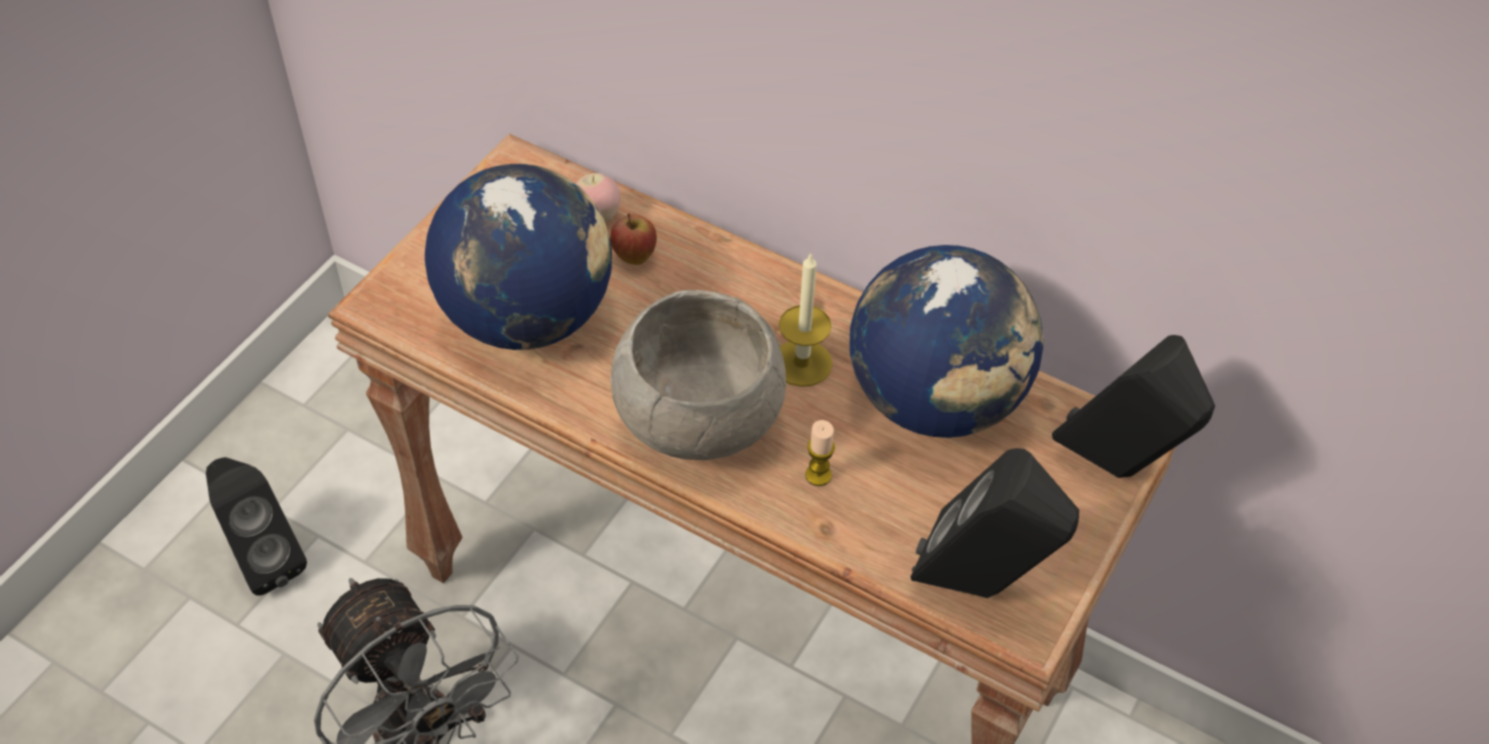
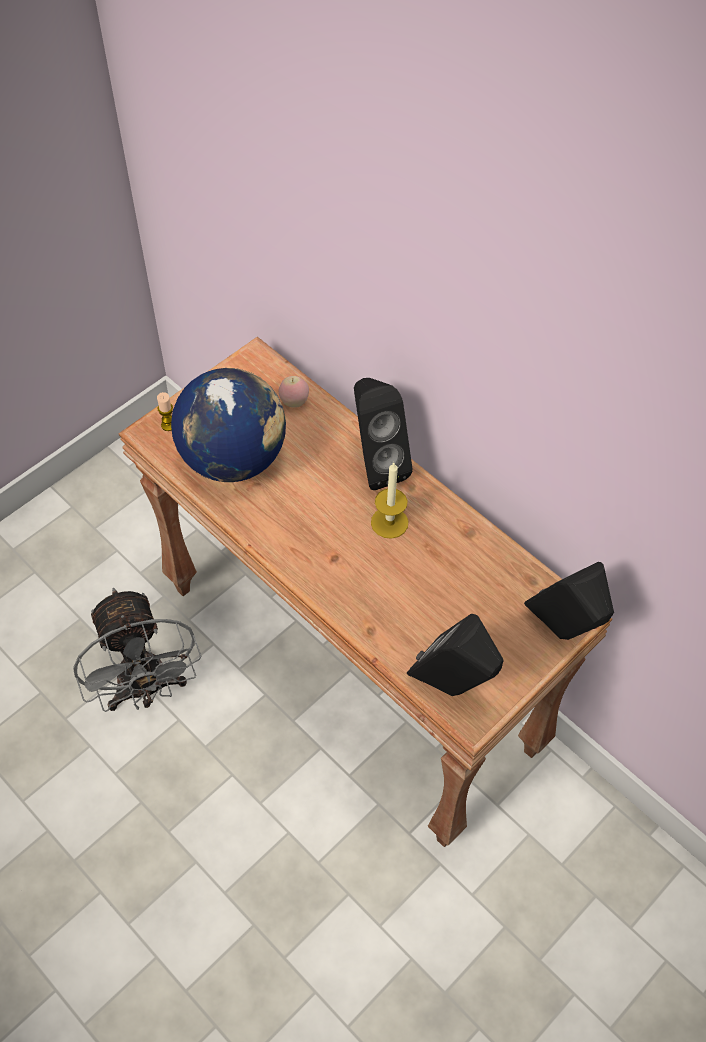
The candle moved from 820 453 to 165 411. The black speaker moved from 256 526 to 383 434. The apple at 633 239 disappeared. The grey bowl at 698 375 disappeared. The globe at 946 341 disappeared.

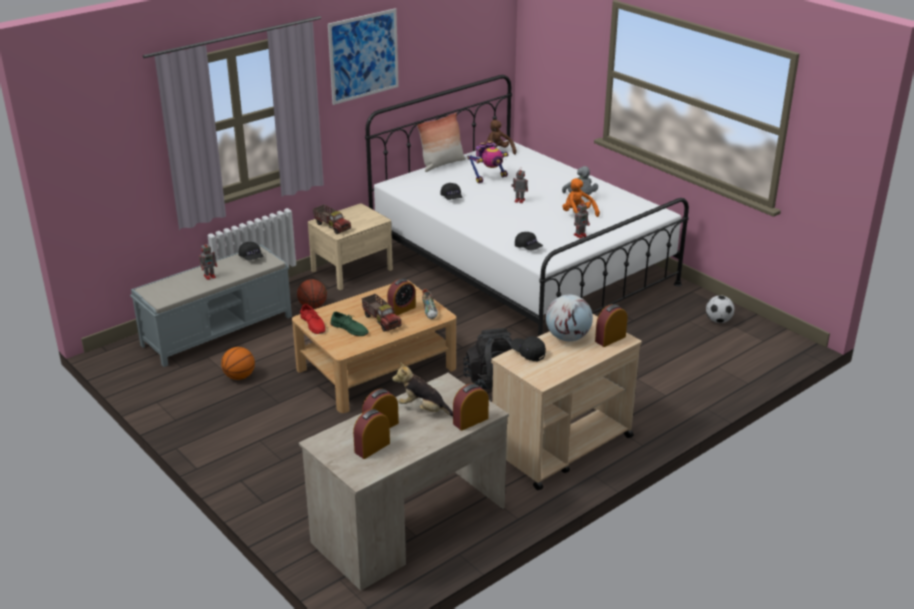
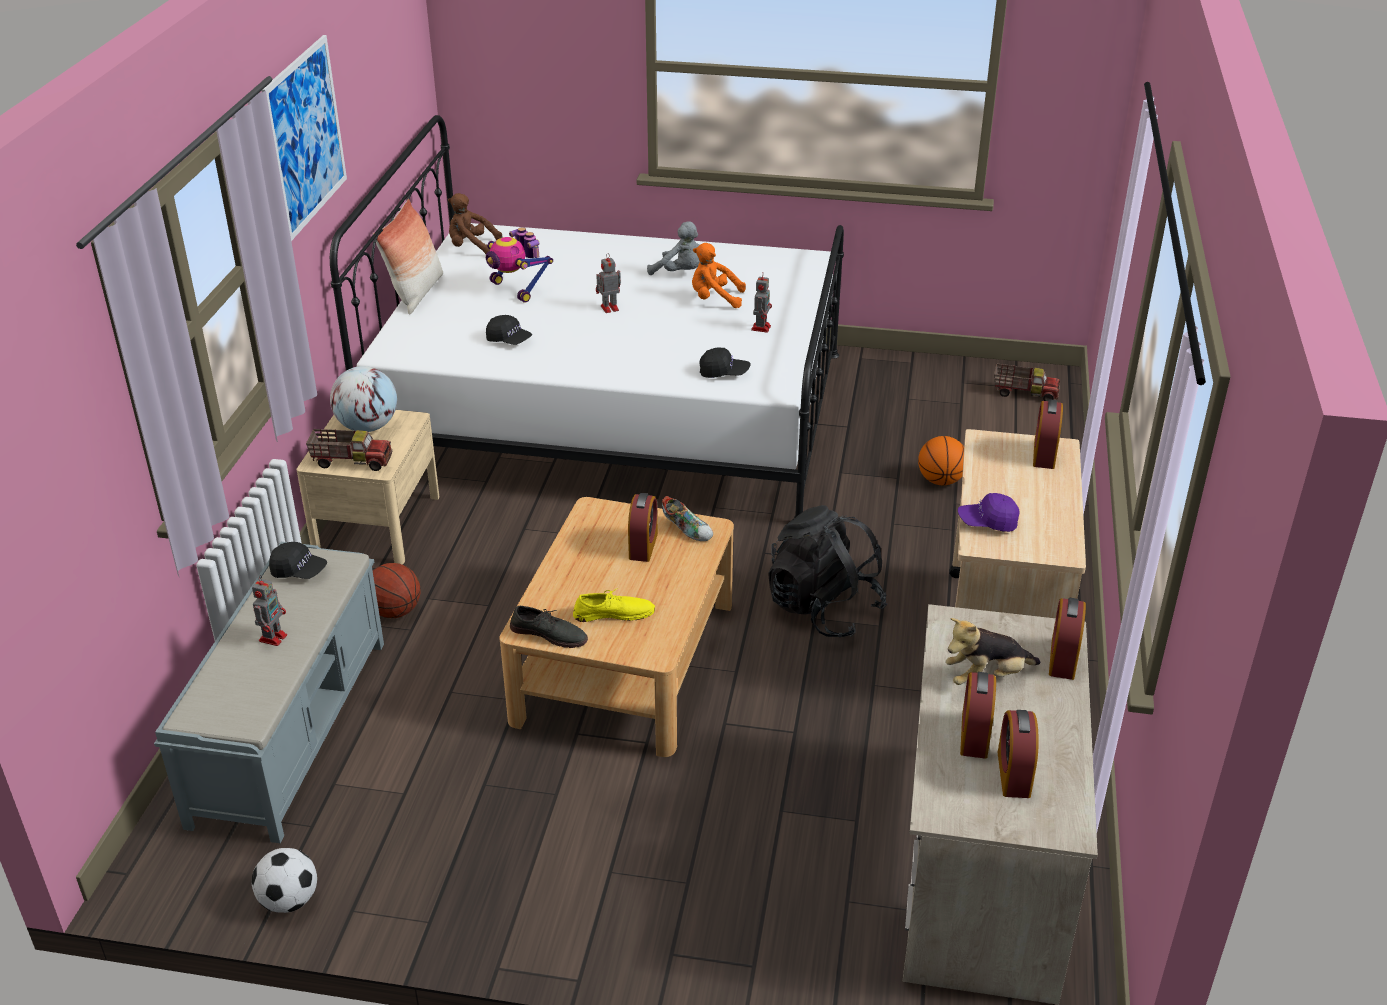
The football moved from 720 309 to 284 880. The globe moved from 569 318 to 363 399. The toy robot at 488 162 turned 120 degrees clockwise. The red shoe at 312 319 became the grey shoe at 549 627. The green shoe at 349 324 became the yellow shoe at 614 605. The basketball moved from 238 363 to 941 460. The black cap at 528 348 became the purple cap at 989 512. The toy truck moved from 381 313 to 1027 382.

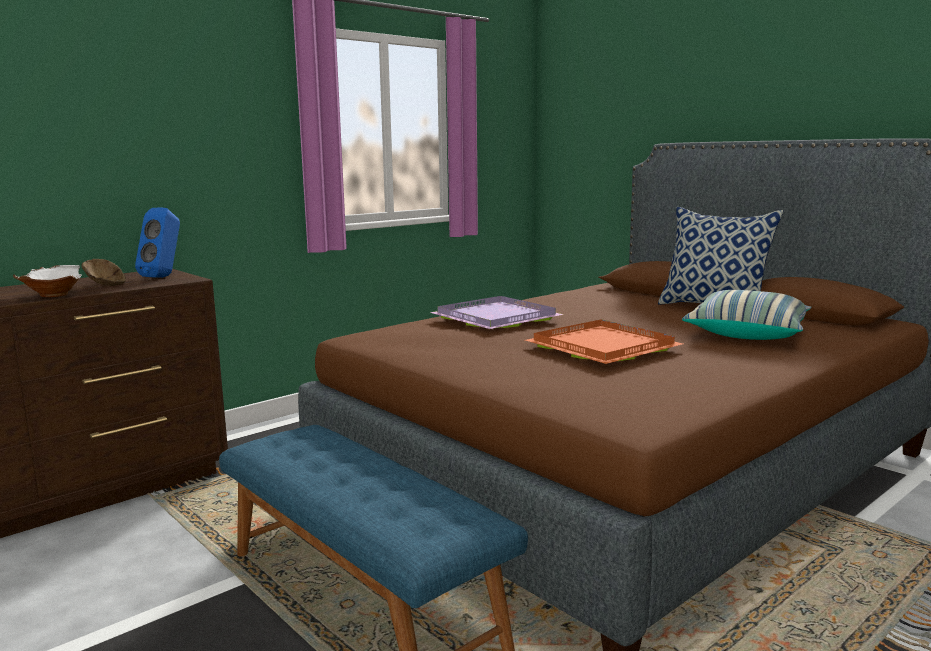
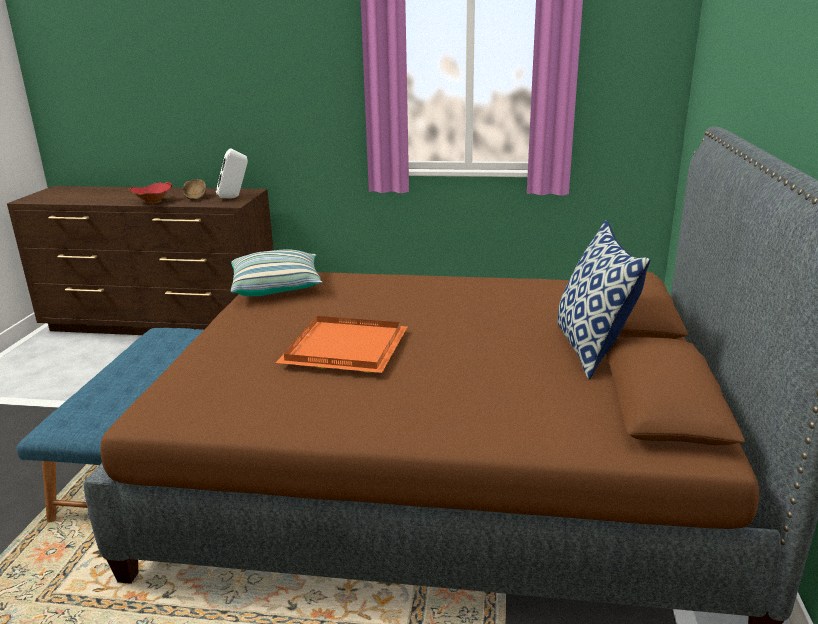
The white bowl at 47 281 became the red bowl at 150 193. The blue speaker at 157 242 became the white speaker at 232 173. The pillow moved from 747 315 to 276 272. The purple tray at 497 312 disappeared.

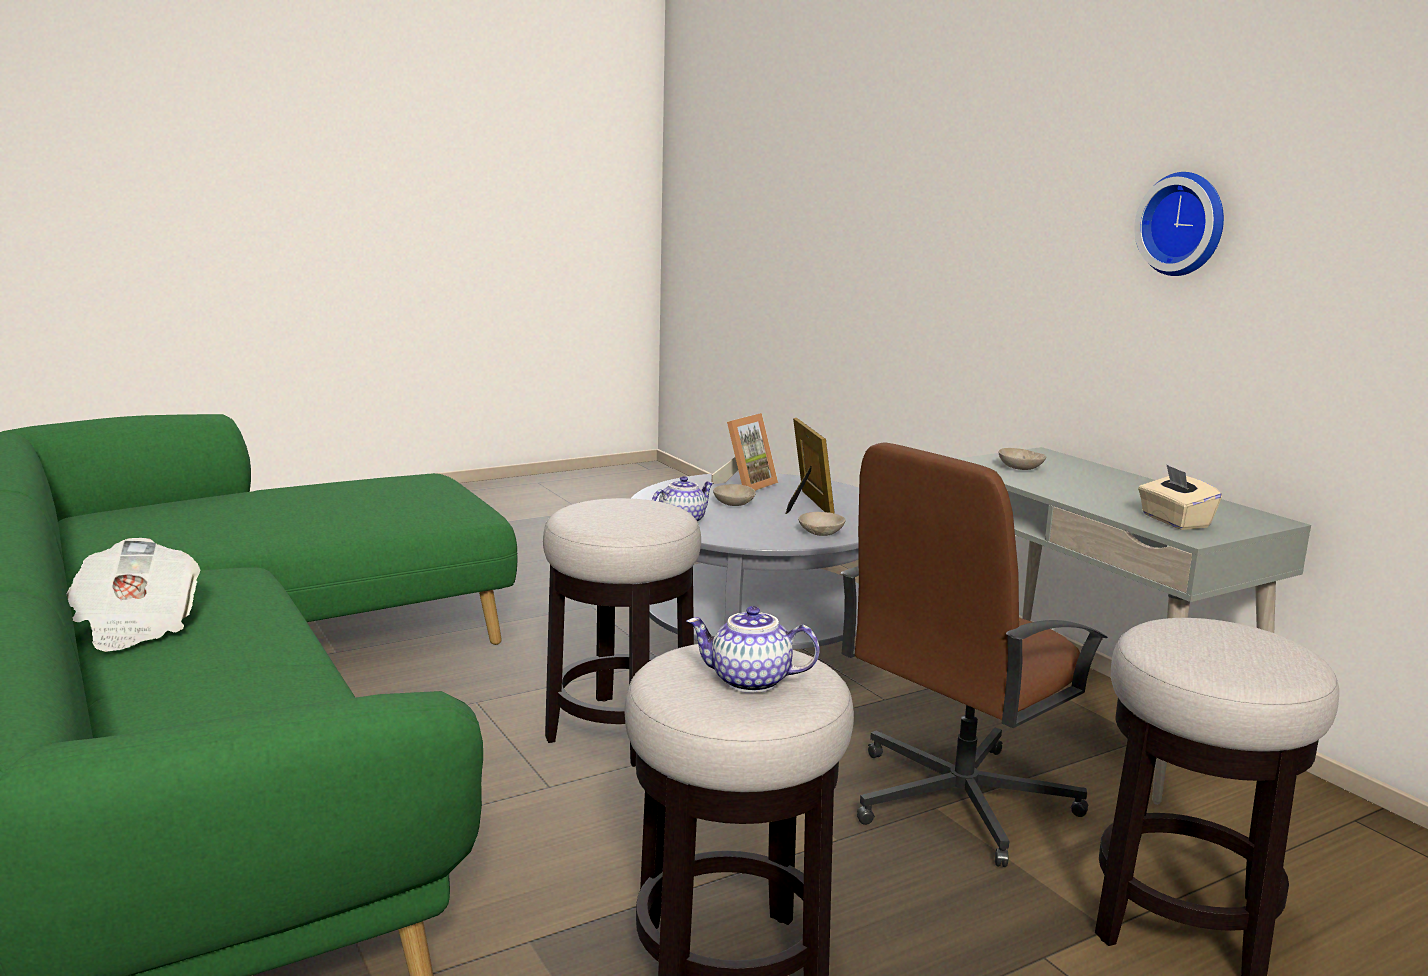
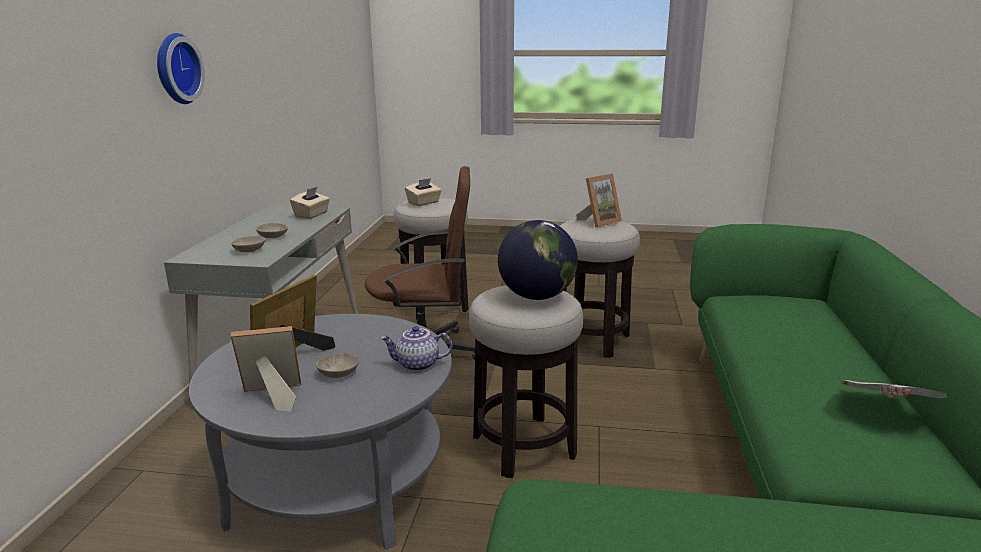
The beige bowl moved from 822 524 to 272 230. The beige tissue box at 423 192 appeared. The globe at 538 260 appeared. The teapot at 753 649 was replaced by the picture frame at 599 200.

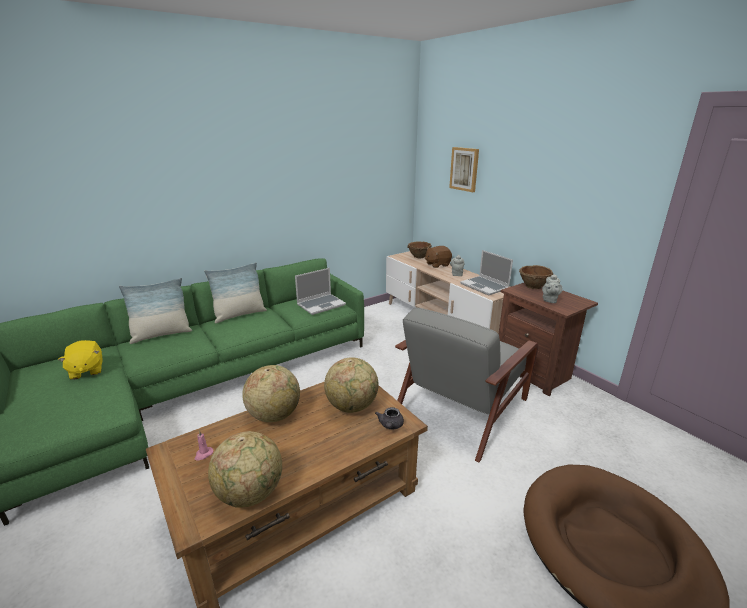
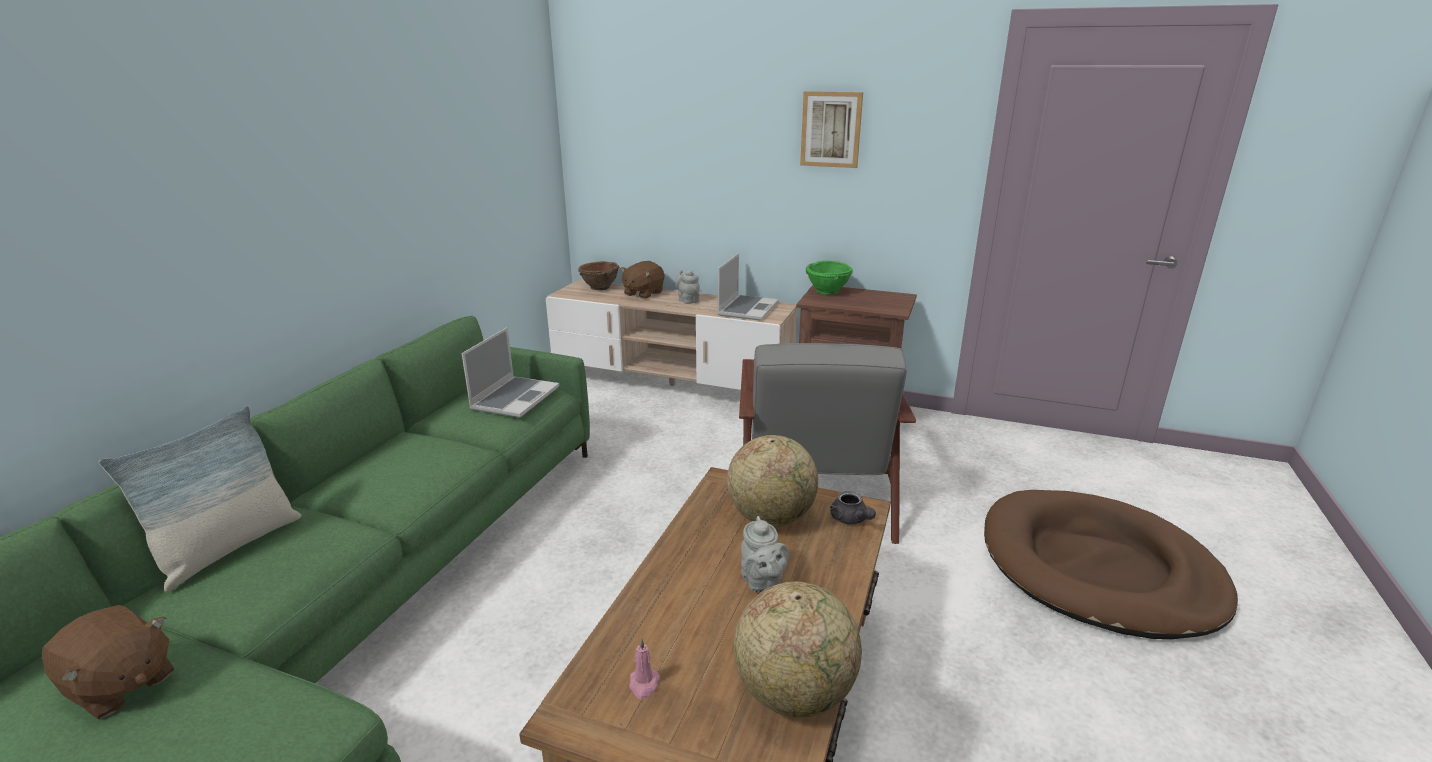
The yellow plush toy at 80 360 became the brown plush toy at 108 662. The laptop at 486 273 turned 90 degrees counterclockwise. The grey teapot moved from 552 288 to 765 554. The picture moved from 464 169 to 831 129. The brown bowl at 536 277 became the green bowl at 829 278. The pillow at 235 292 disappeared. The globe at 271 393 disappeared.

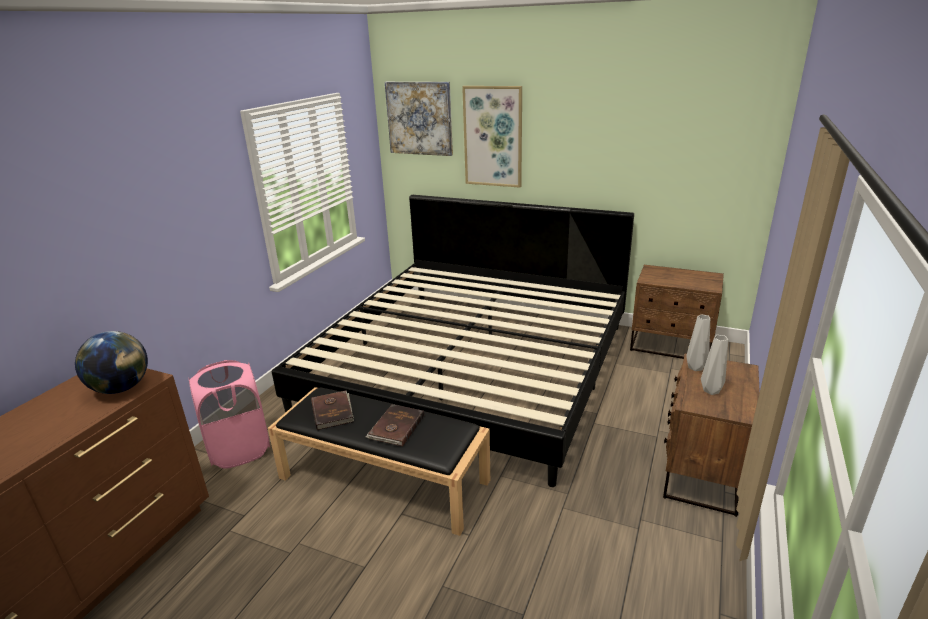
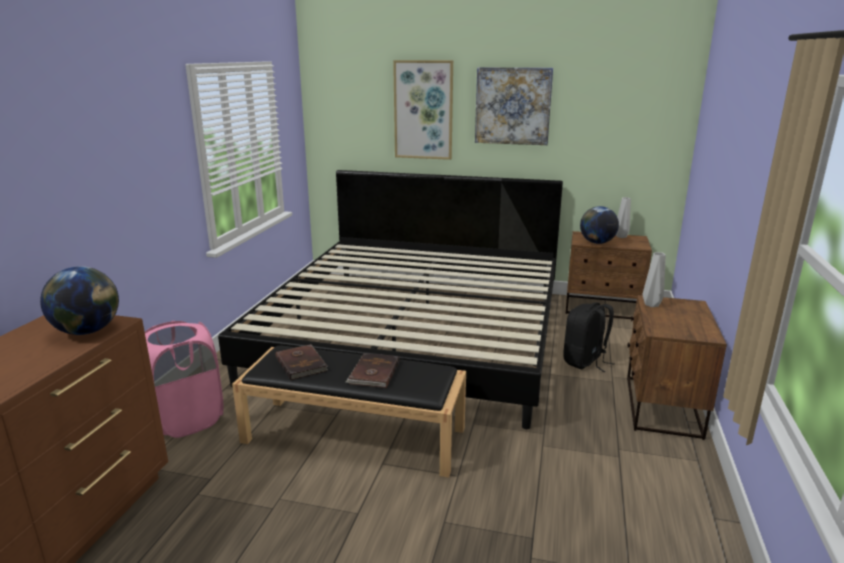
The picture moved from 419 119 to 514 106. The black backpack at 588 337 appeared. The globe at 599 225 appeared. The grey vase moved from 714 365 to 623 217.

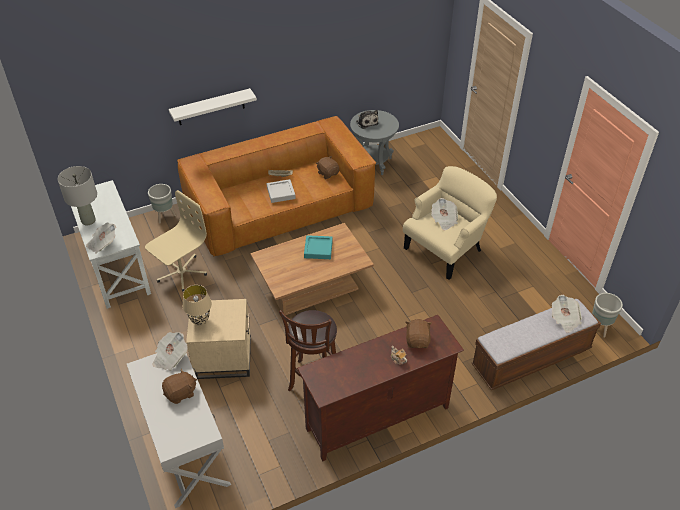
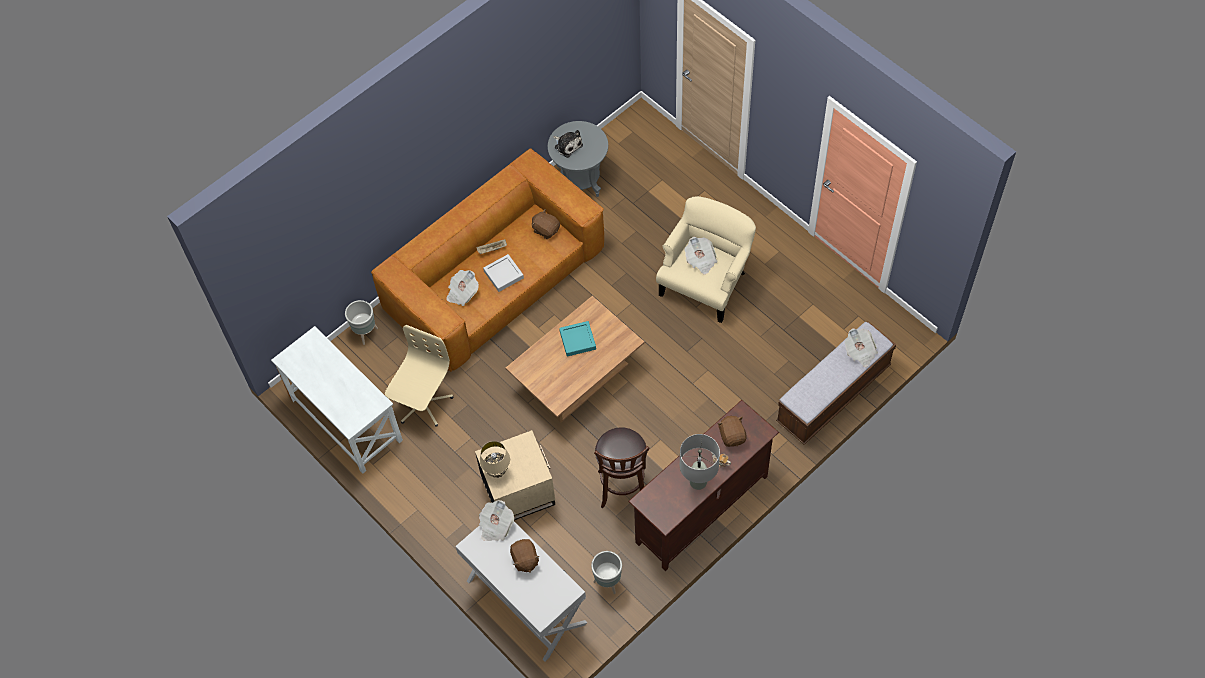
The newspaper moved from 101 237 to 462 288. The brown plush toy at 179 386 turned 120 degrees clockwise. The grey planter moved from 607 315 to 606 572. The grey table lamp moved from 77 195 to 700 462. The white shelf at 213 106 disappeared.

